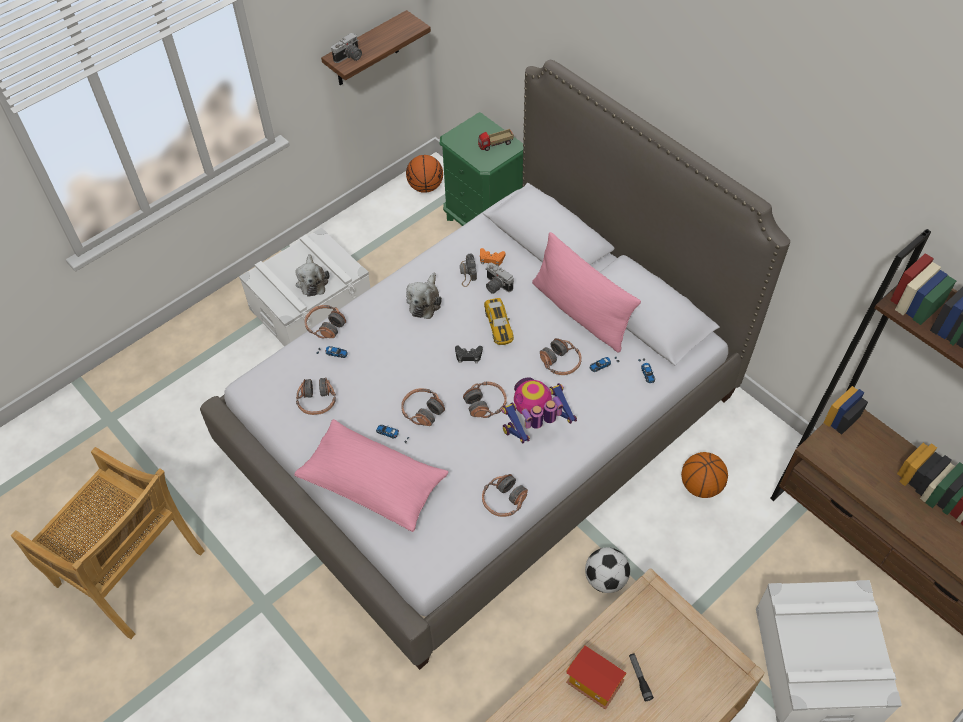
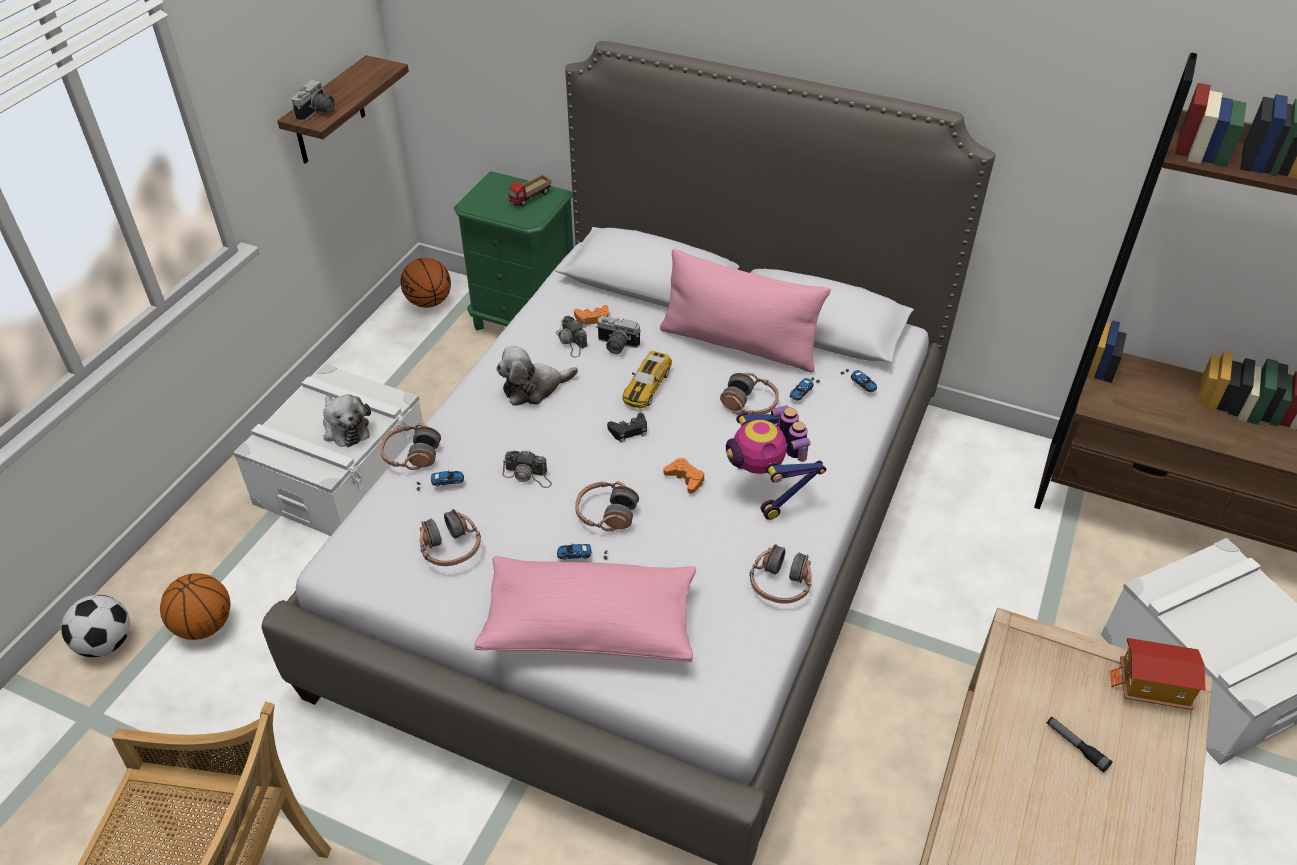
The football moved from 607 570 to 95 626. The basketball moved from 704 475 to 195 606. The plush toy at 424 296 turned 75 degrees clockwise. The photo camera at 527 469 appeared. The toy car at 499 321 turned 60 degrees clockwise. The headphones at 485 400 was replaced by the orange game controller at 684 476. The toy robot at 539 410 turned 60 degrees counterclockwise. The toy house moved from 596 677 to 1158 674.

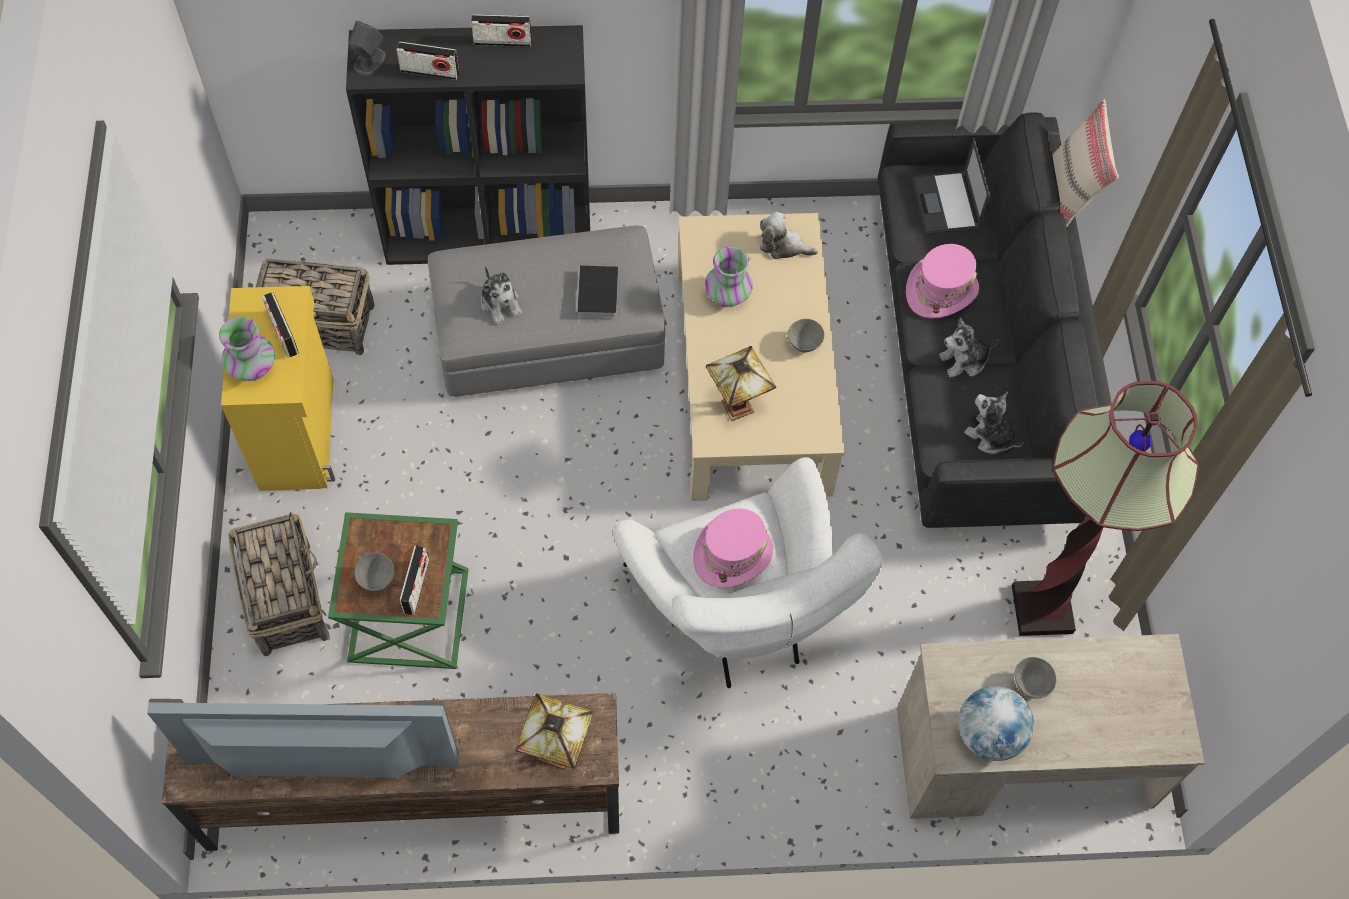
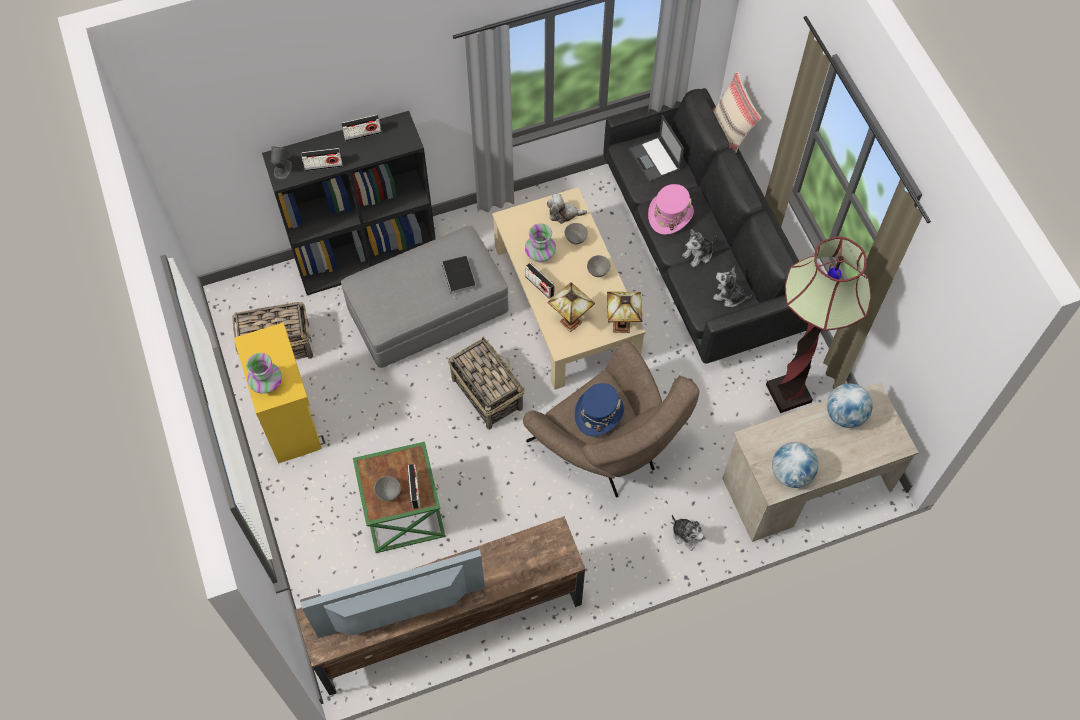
The basket moved from 279 583 to 486 383. The white armchair at 748 572 became the brown armchair at 611 419. The radio moved from 280 325 to 540 281. The grey bowl moved from 1035 678 to 576 234. The pink hat at 733 548 became the blue hat at 599 409. The table lamp moved from 554 731 to 625 312. The plush toy moved from 501 295 to 688 533. The globe at 850 405 appeared.

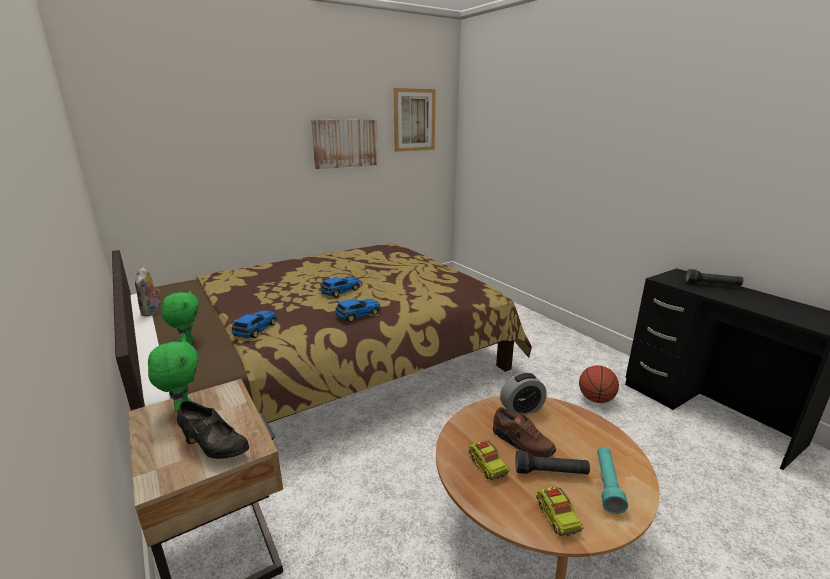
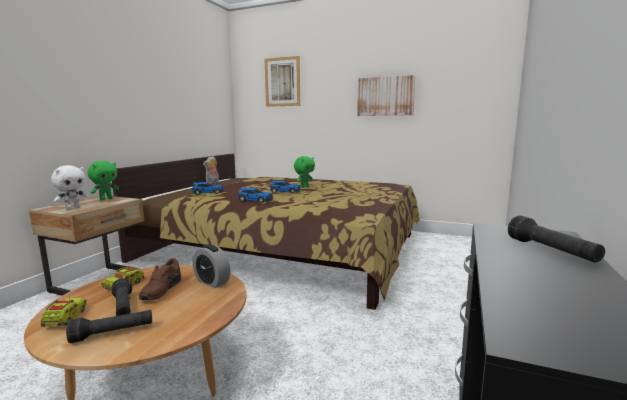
The toy truck at 560 511 turned 135 degrees clockwise. The black shoe at 213 430 was replaced by the white plush toy at 70 187. The turquoise flashlight at 612 480 became the black flashlight at 109 326. The picture moved from 415 120 to 282 81. The green plush toy moved from 180 317 to 304 172. The basketball at 599 384 disappeared.

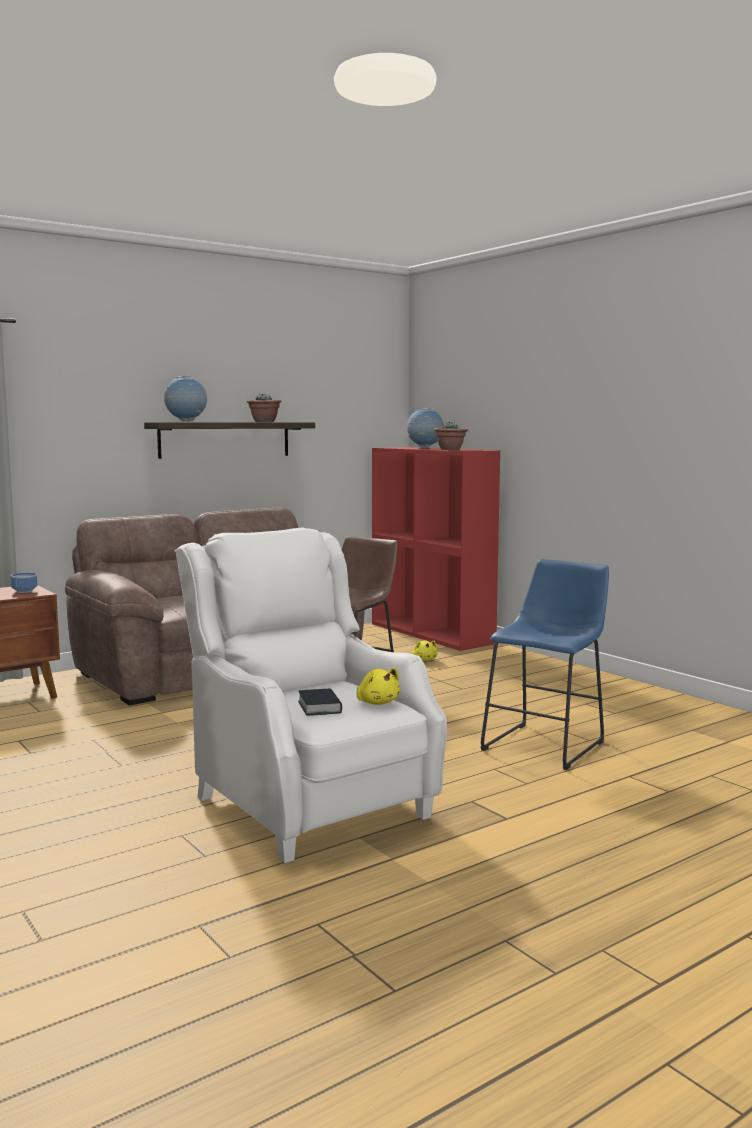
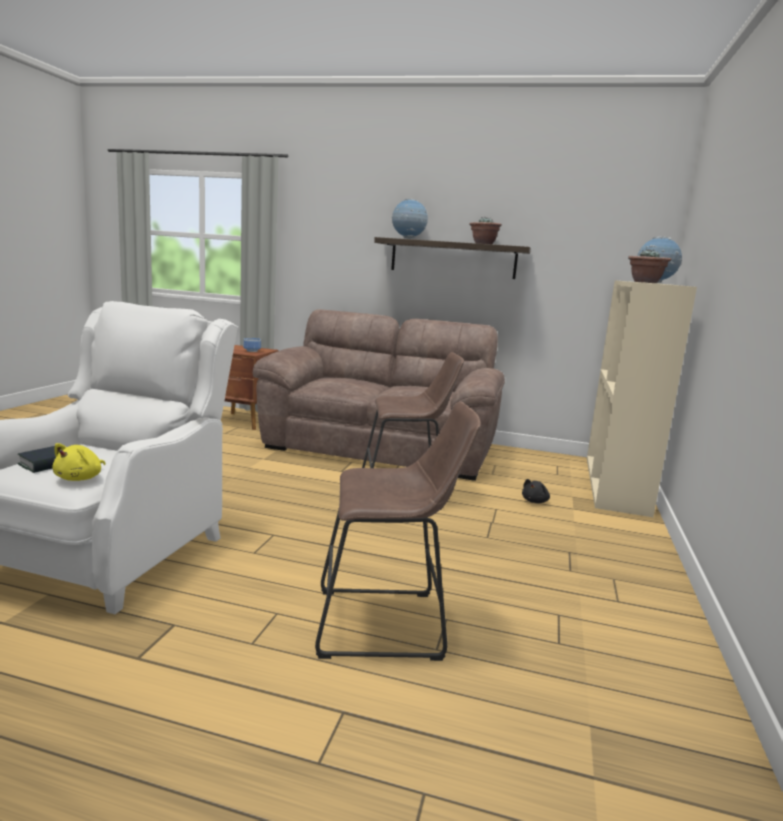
The blue stool at 544 664 became the brown stool at 398 531. The yellow plush toy at 424 650 became the black plush toy at 536 491. The red bookcase at 436 549 became the beige bookcase at 642 398.

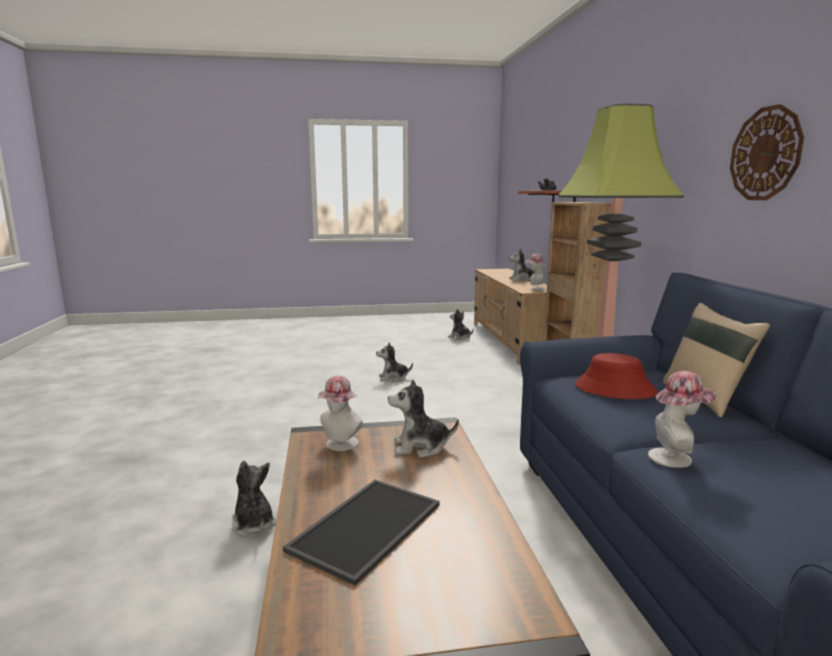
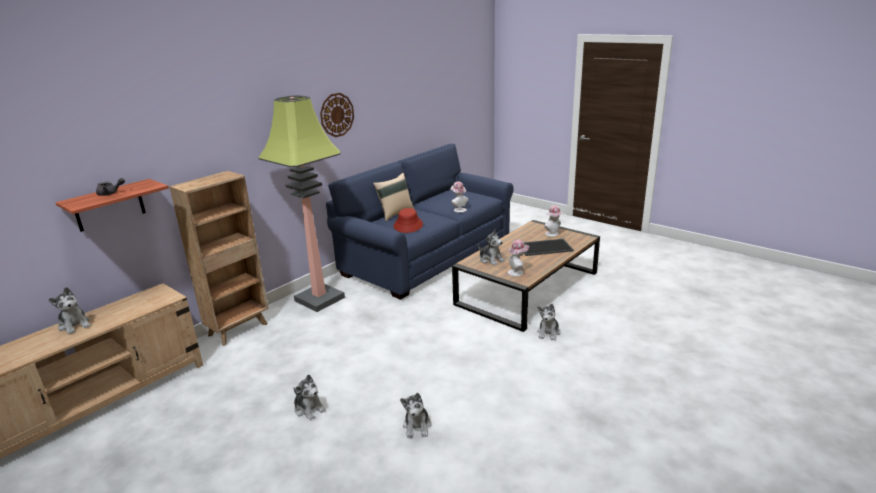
The plush toy moved from 461 324 to 416 415. The hat moved from 536 272 to 553 221.

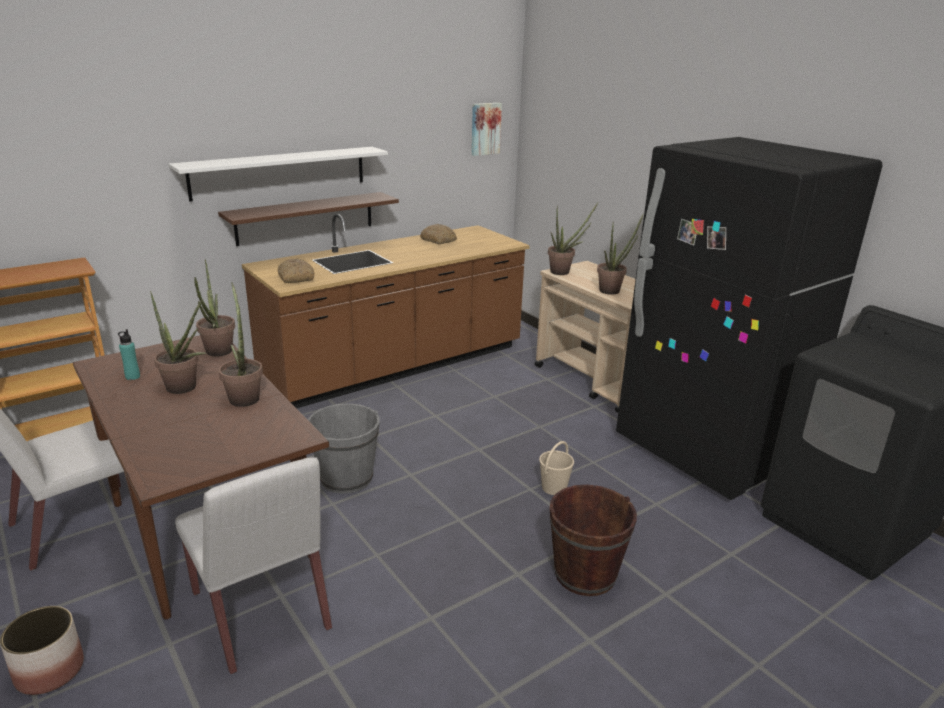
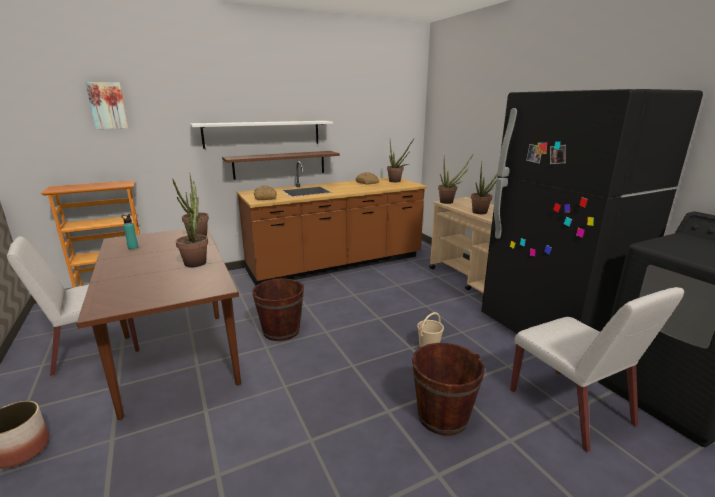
The picture moved from 486 129 to 107 105. The grey bucket at 344 448 became the brown bucket at 278 310. The potted plant moved from 178 342 to 400 160. The white chair moved from 253 565 to 597 369.

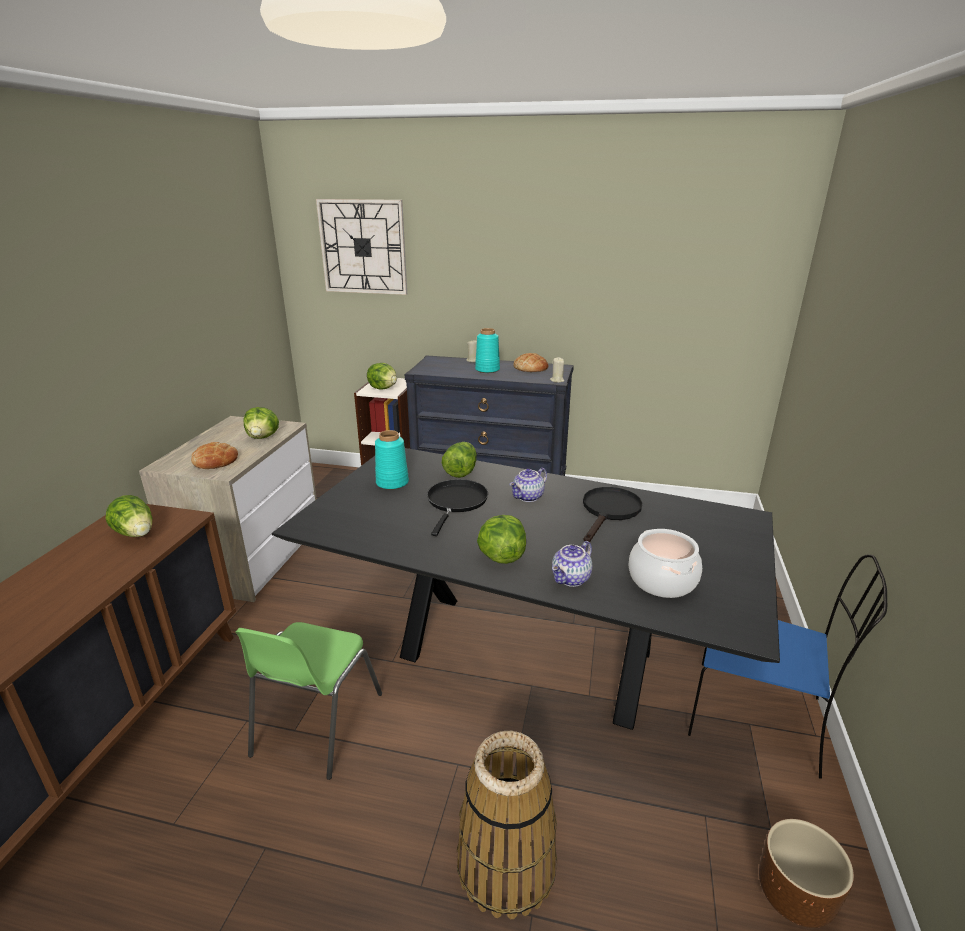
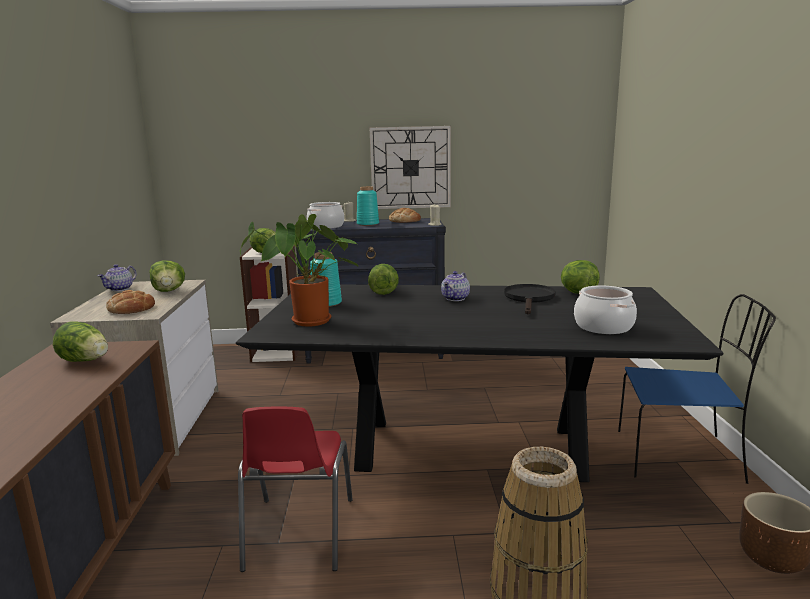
The teapot moved from 572 564 to 117 278. The green chair at 308 701 became the red chair at 295 489. The potted plant at 299 270 appeared. The cooking pot at 325 215 appeared. The wall clock moved from 361 247 to 410 167. The lettuce moved from 501 539 to 580 277. The black frying pan at 457 507 disappeared.

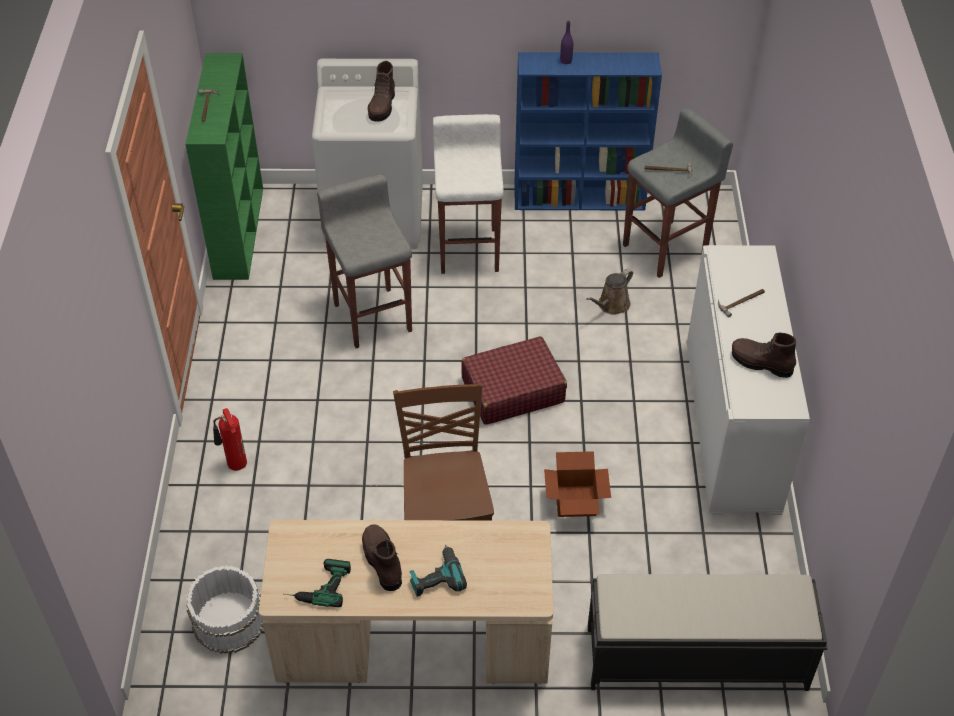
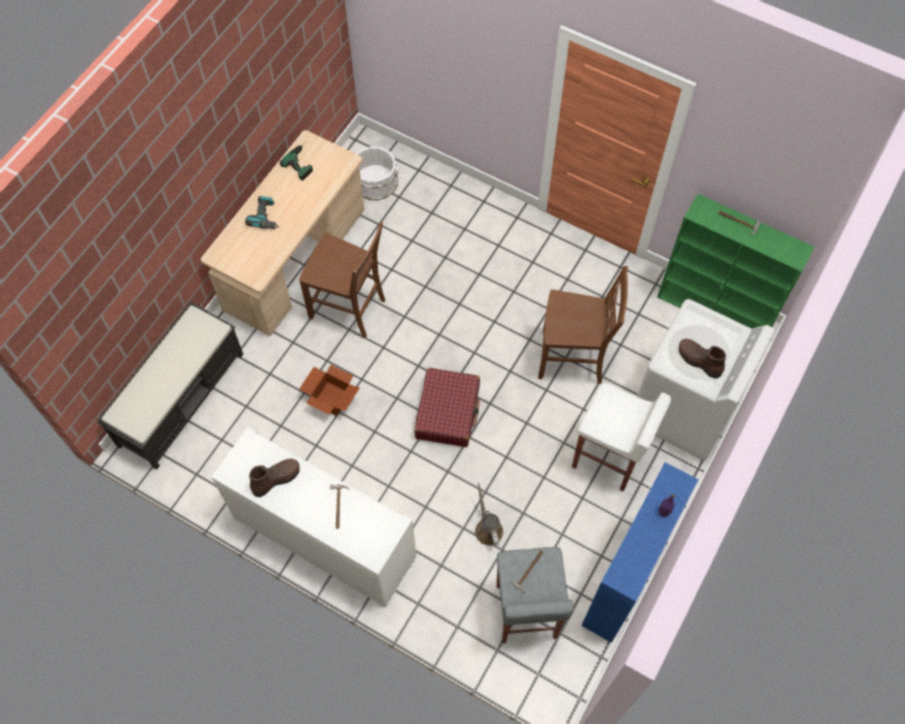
The grey stool at 364 261 was replaced by the brown chair at 583 325. The fire extinguisher at 230 439 disappeared. The brown boot at 382 557 disappeared.

